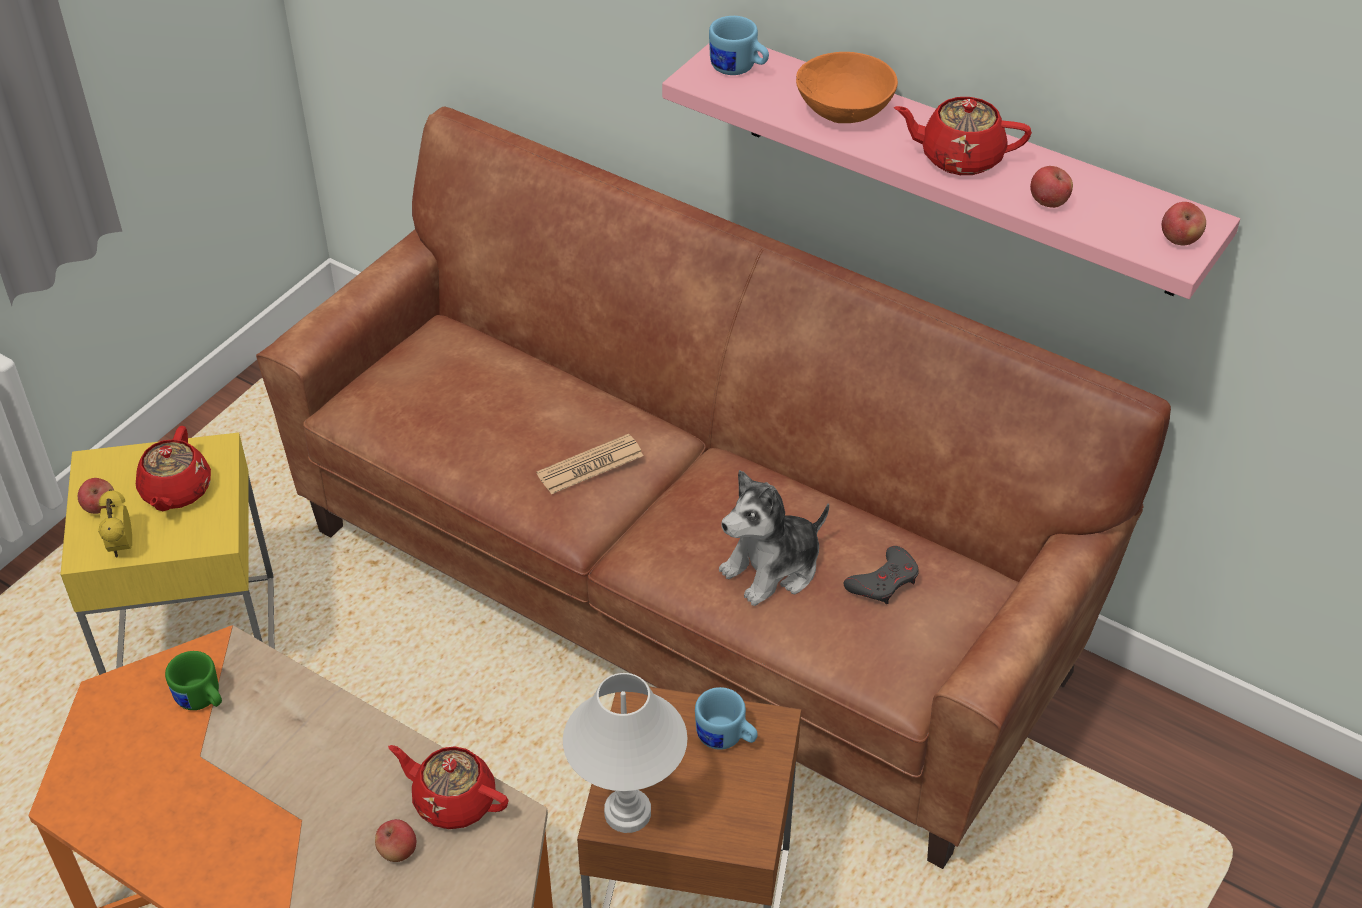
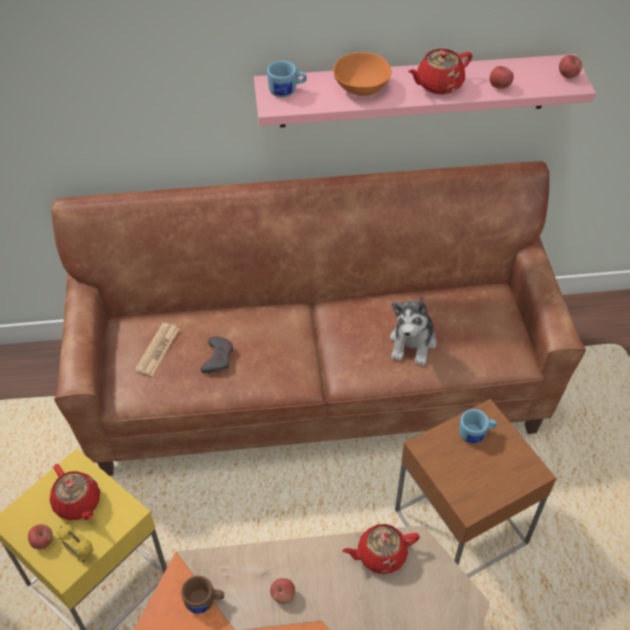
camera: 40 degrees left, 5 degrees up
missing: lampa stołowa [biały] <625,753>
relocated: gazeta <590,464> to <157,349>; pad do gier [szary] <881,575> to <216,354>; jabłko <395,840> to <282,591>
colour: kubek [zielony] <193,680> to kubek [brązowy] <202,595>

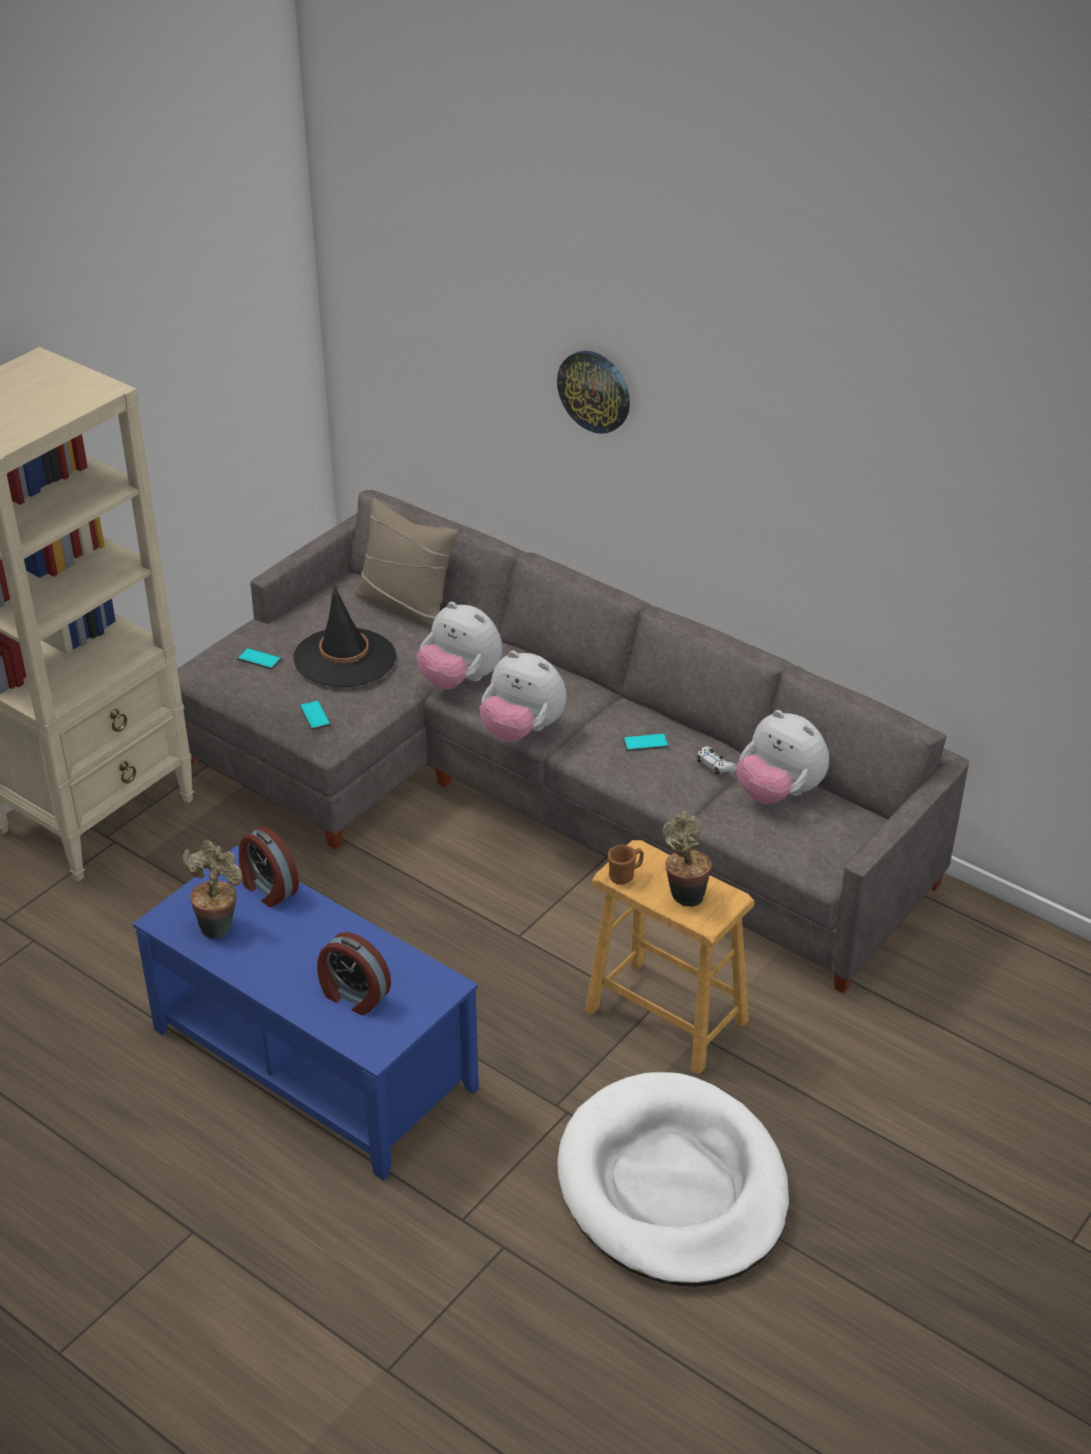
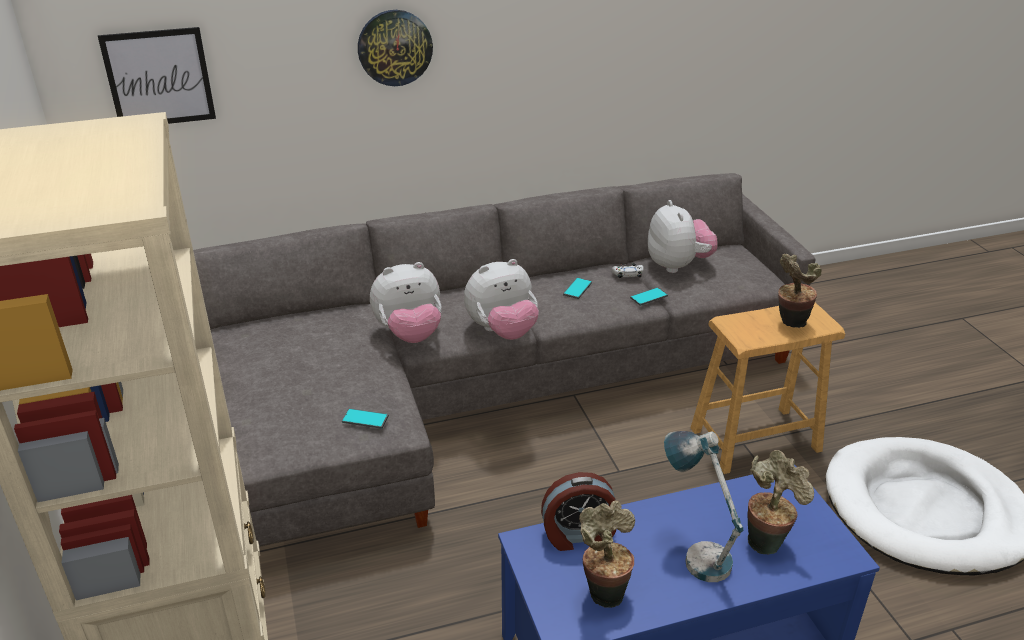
camera: 55 degrees left, 5 degrees down
missing: kapelusz [czarny] <344,635>; poduszka [beżowy] <406,562>; kubek [brązowy] <626,865>
appeared: obraz <157,75>; lampa stołowa <704,506>
relocated: telefon <259,659> to <649,296>
exchanged: budzik <354,973> to roślina doniczkowa <780,502>
spun: pluszak <783,757> = <683,236> 90 degrees counterclockwise

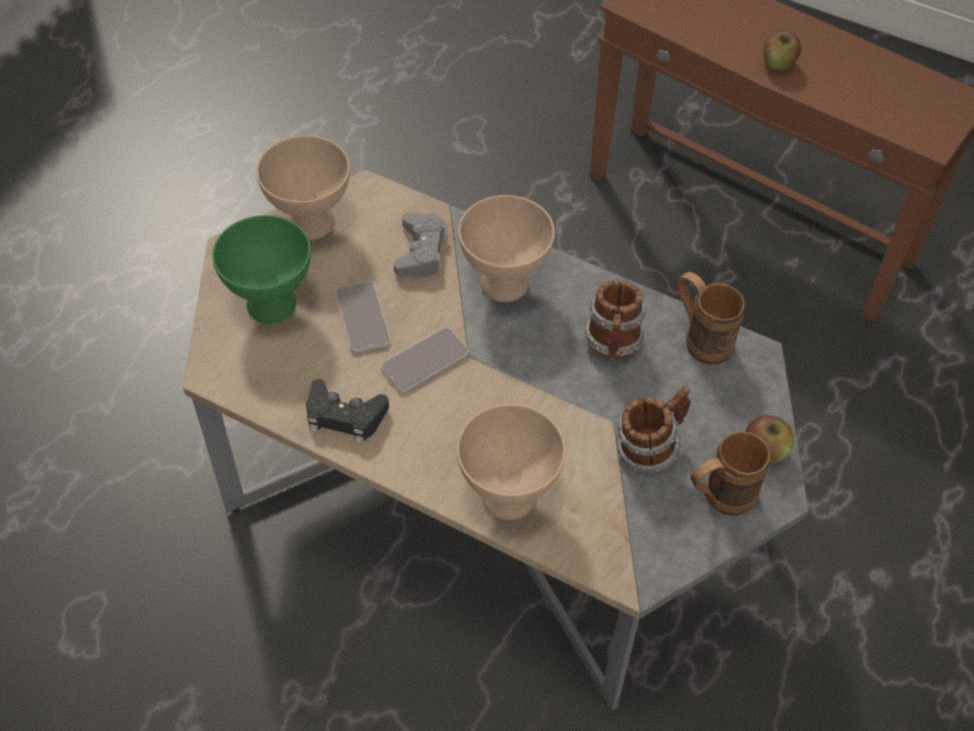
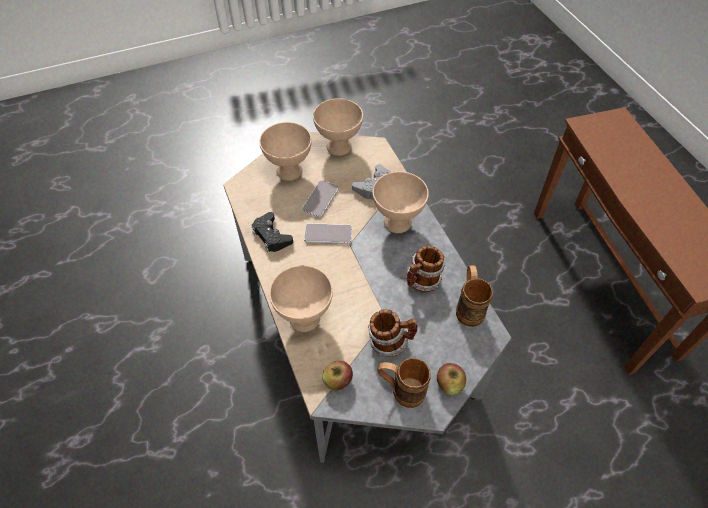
camera: 40 degrees right, 0 degrees up
relocated: jabłko <782,50> to <337,375>
colour: miska [zielony] <261,269> to miska [beżowy] <285,151>

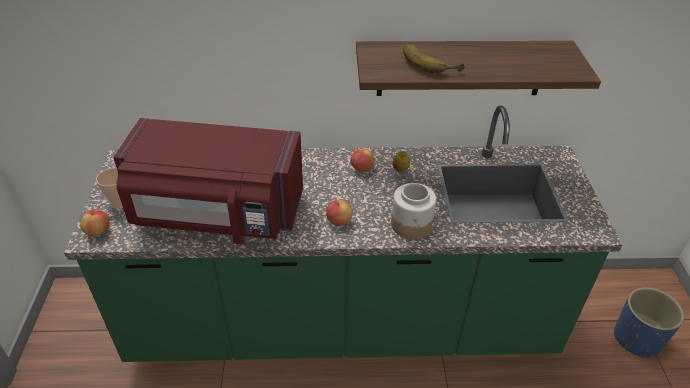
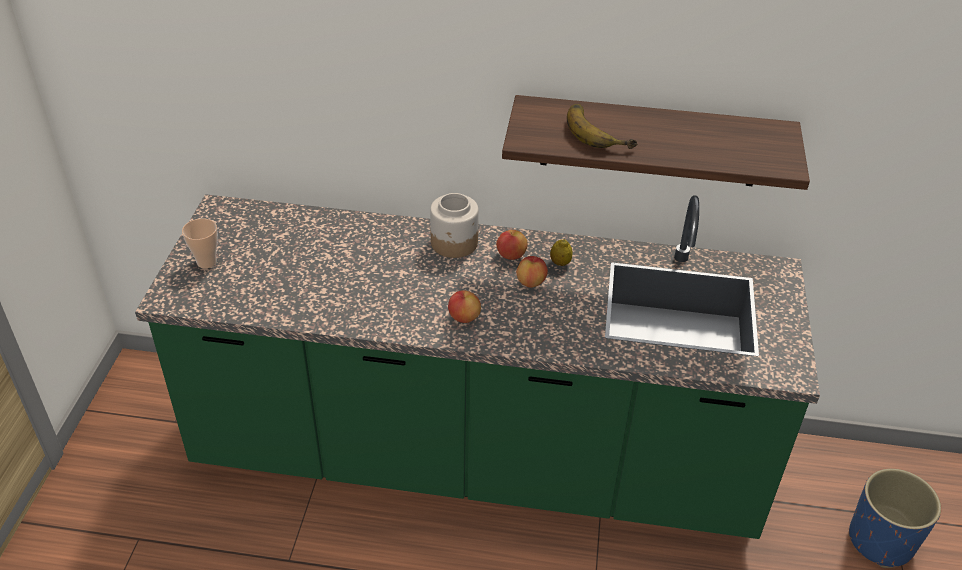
camera: 10 degrees right, 0 degrees up
missing: mikrofalówka [czerwony] <208,181>
relocated: słoik <413,211> to <454,225>; jabłko <95,223> to <532,272>

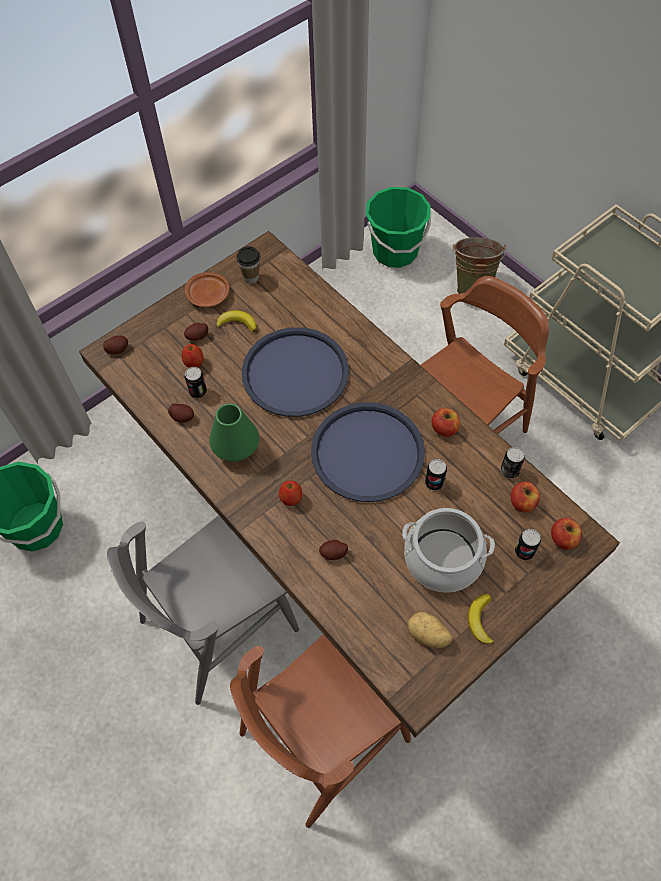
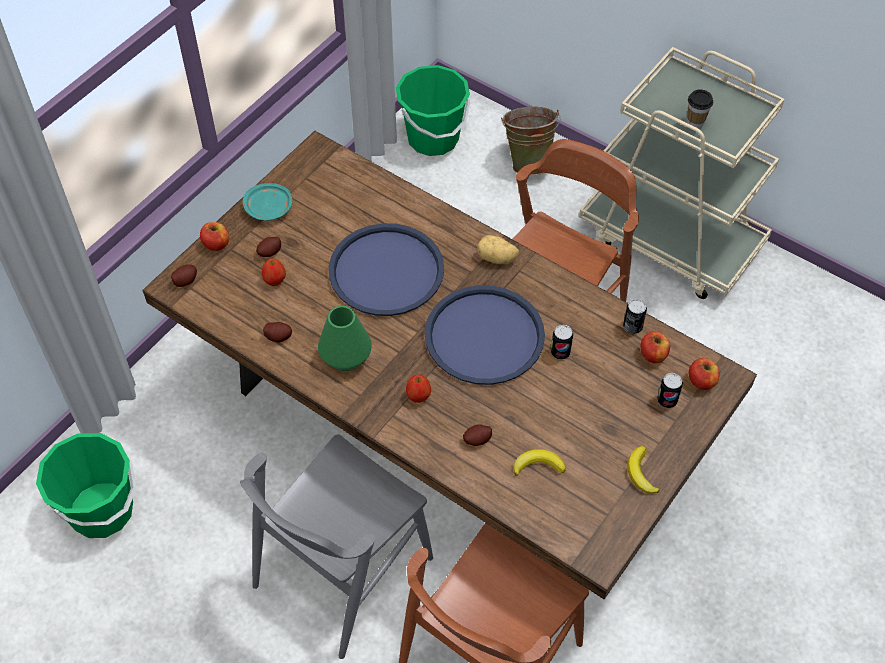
camera: 15 degrees left, 5 degrees down
missing: puszka <196,382>; garnek <448,550>
relocated: jabłko <446,422> to <214,236>; ziemniak <429,630> to <498,249>; banan <236,321> to <540,462>; filiżanka <248,265> to <700,109>
colour: talerz [brązowy] <207,289> to talerz [turkusowy] <267,202>

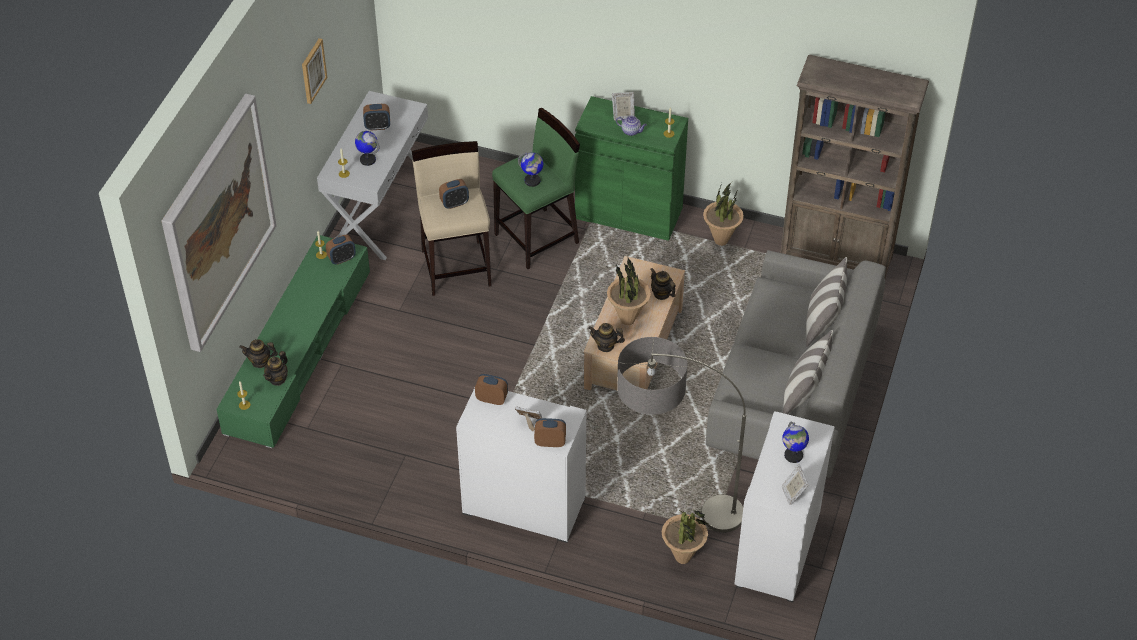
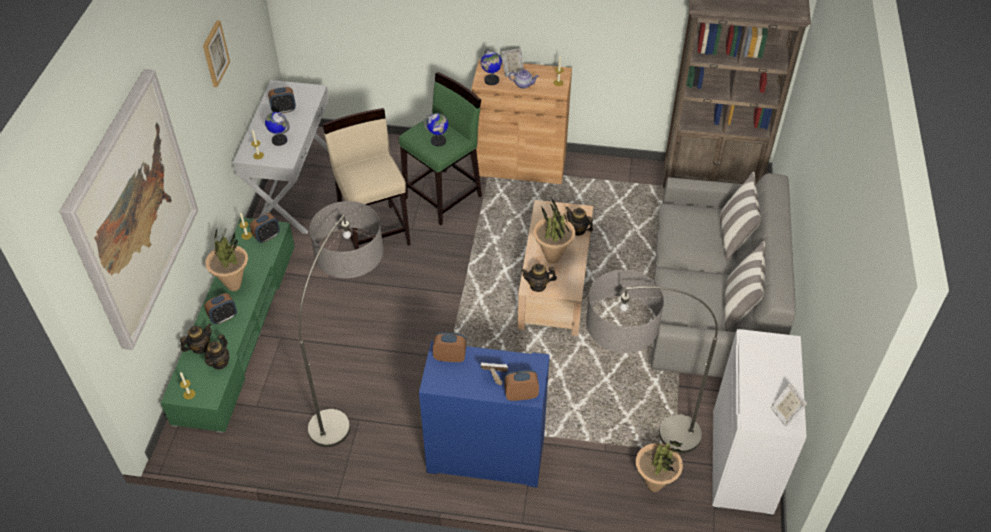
camera: 10 degrees left, 0 degrees up
appeared: lampa stojąca <341,324>
relocated: budzik <454,194> to <220,308>; roślina doniczkowa <723,214> to <226,259>; globus <795,442> to <491,67>
colour: szafka [biały] <521,465> to szafka [niebieski] <484,413>; szafka [zielony] <631,168> to szafka [brązowy] <521,121>
spun: imbryk <258,353> = <196,338> 150 degrees clockwise

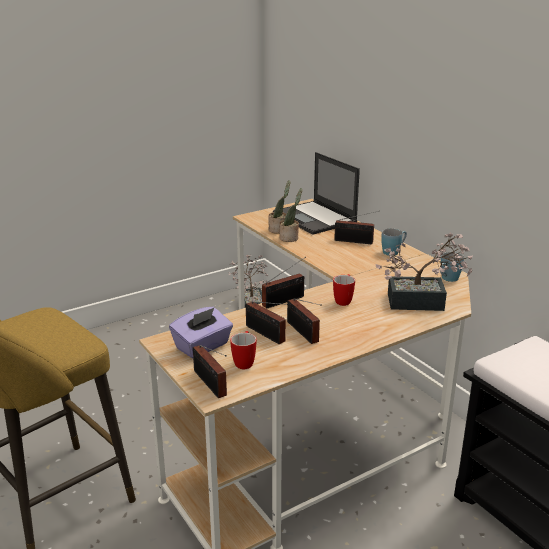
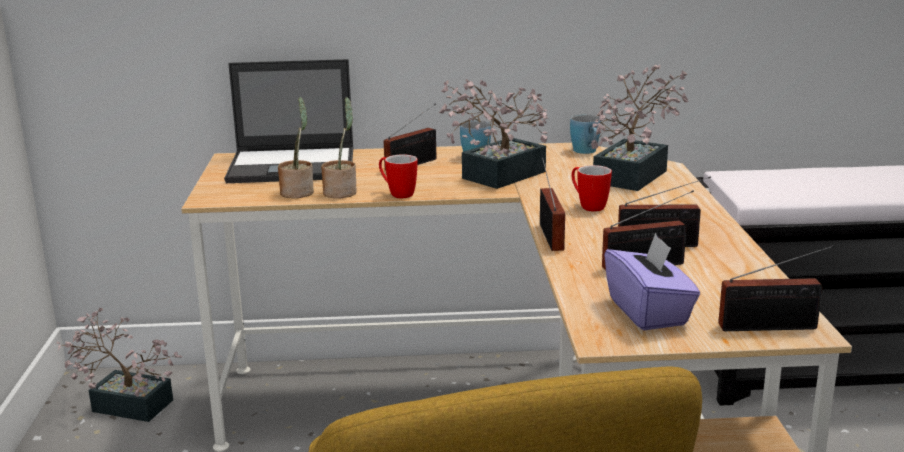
camera: 60 degrees left, 5 degrees down
appeared: roślina doniczkowa <493,134>
relocated: kubek <243,350> to <398,176>

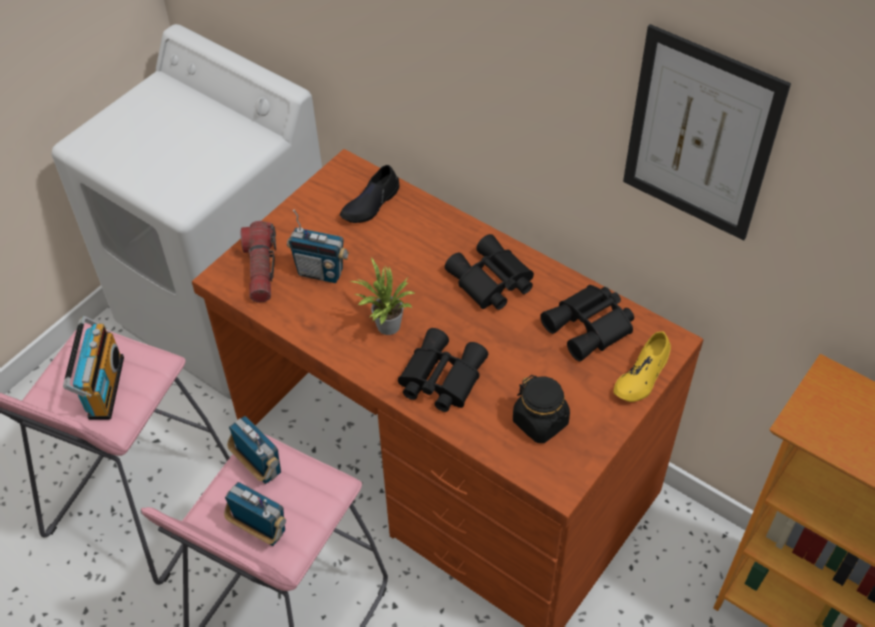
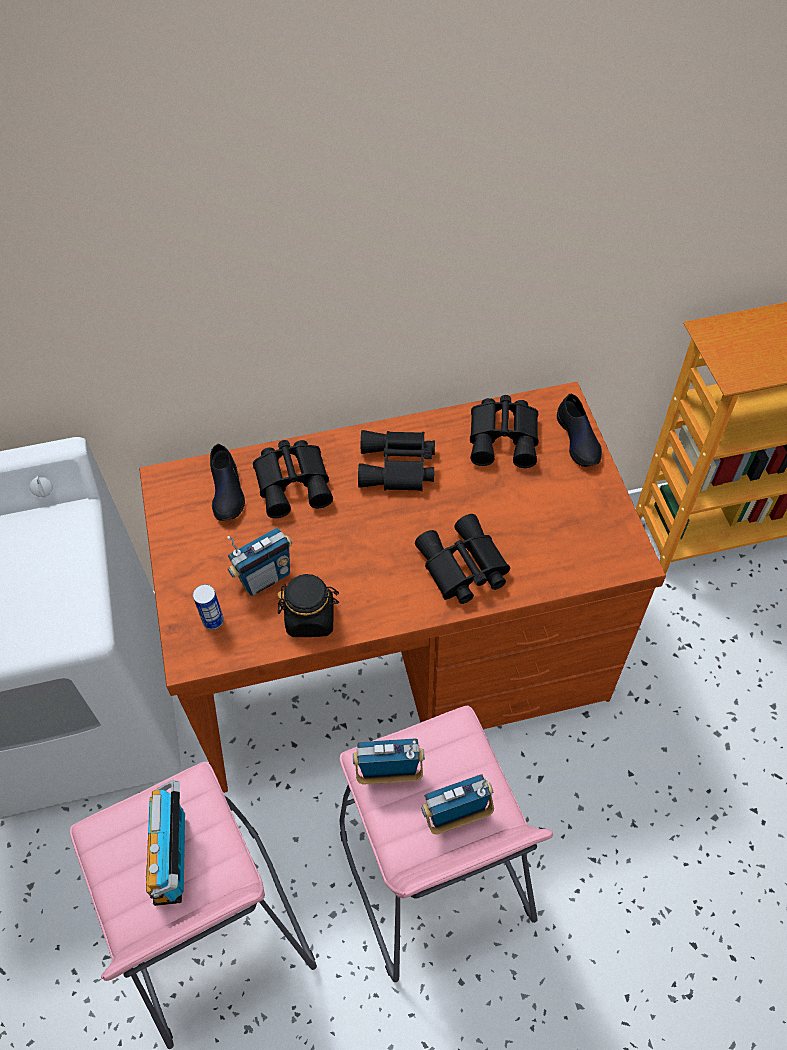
camera: 50 degrees left, 5 degrees up
missing: roślina doniczkowa <382,296>; obraz <707,132>
appeared: lornetka [czarny] <293,479>
relocated: słoik [czarny] <541,409> to <308,605>
exchanged: latarka <258,262> to puszka <208,607>
colour: but [żółty] <642,366> to but [czarny] <579,430>
spun: radio <93,368> = <165,843> 135 degrees counterclockwise

